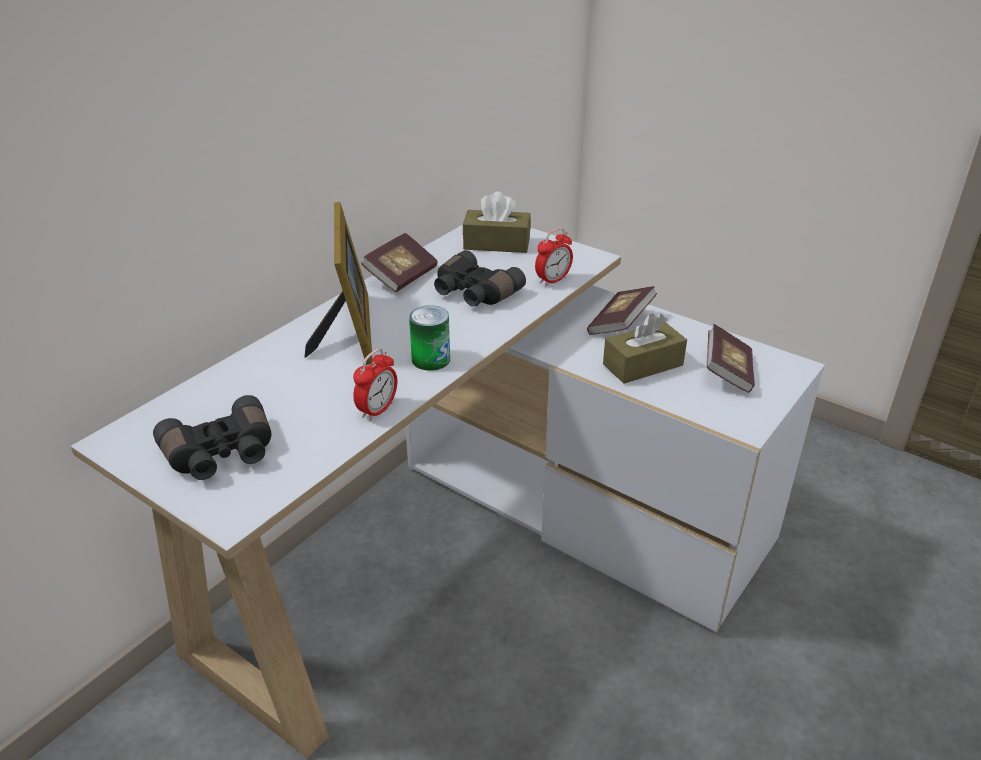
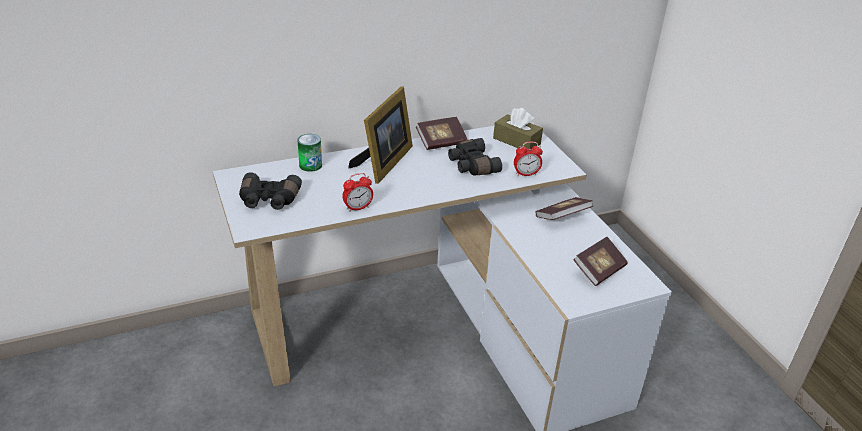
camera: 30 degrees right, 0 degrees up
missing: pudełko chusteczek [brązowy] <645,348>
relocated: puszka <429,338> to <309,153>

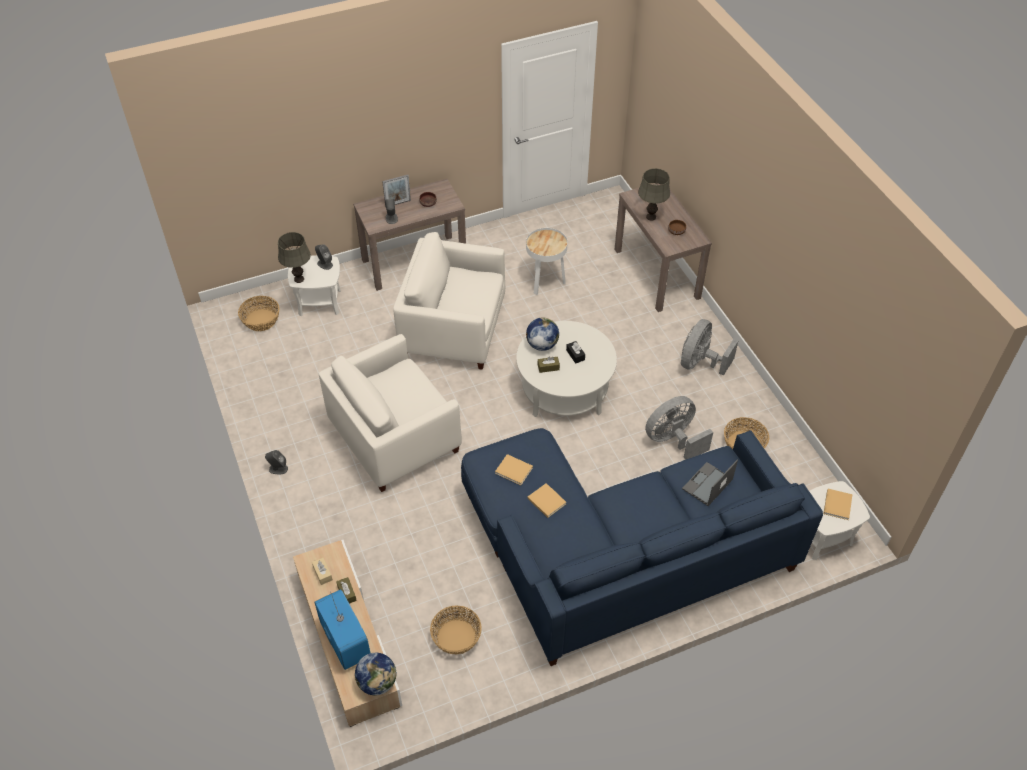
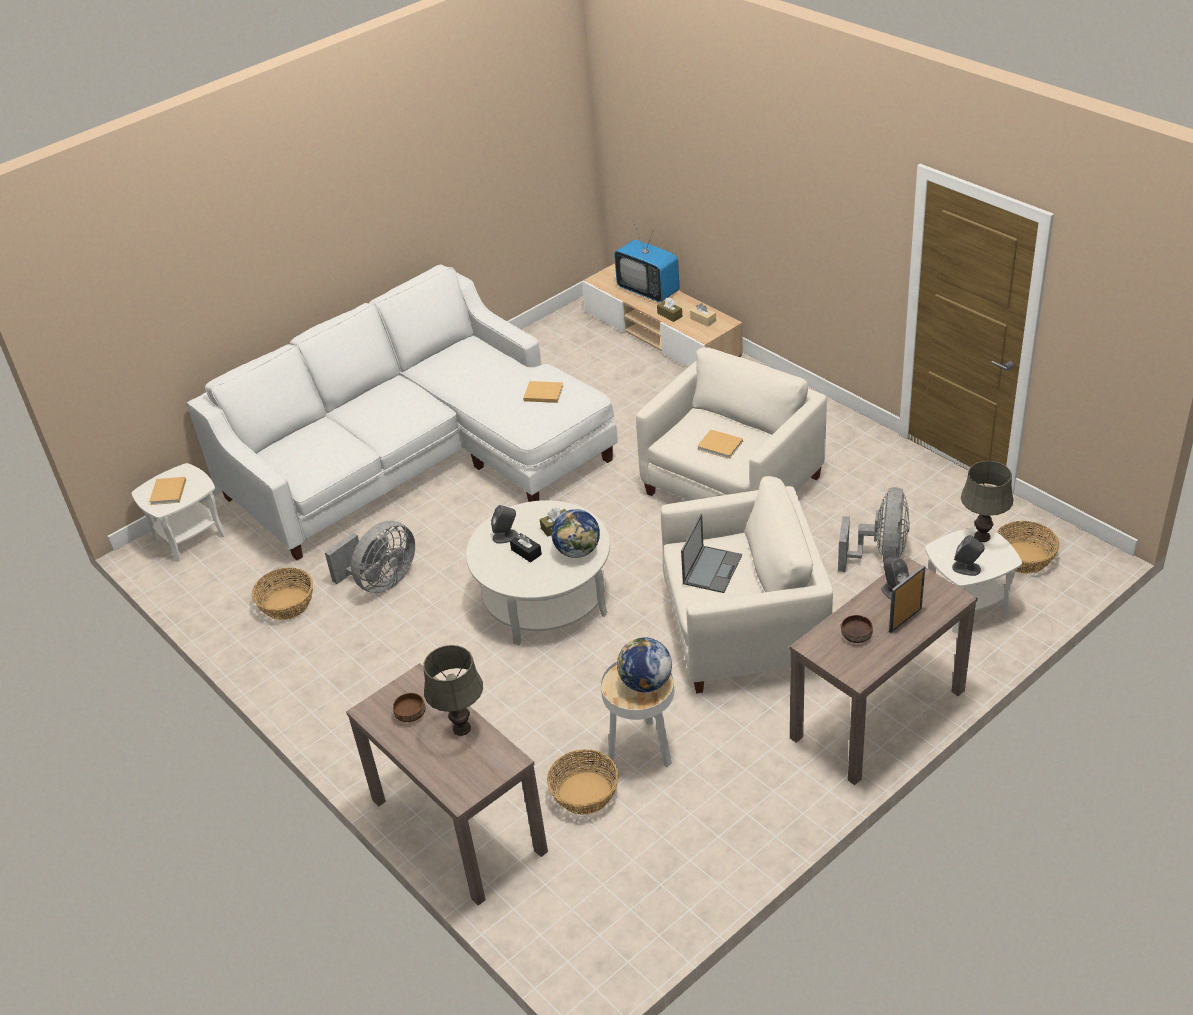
camera: 165 degrees right, 10 degrees down
relocated: głośnik [szary] <276,462> to <504,524>; koszyk <456,630> to <583,782>; globus <375,674> to <644,664>; laptop <710,483> to <711,553>; książka [beżowy] <547,500> to <720,444>; wentylator [szary] <710,347> to <874,529>
colour: kanapa [niebieski] <642,547> to kanapa [biały] <402,412>

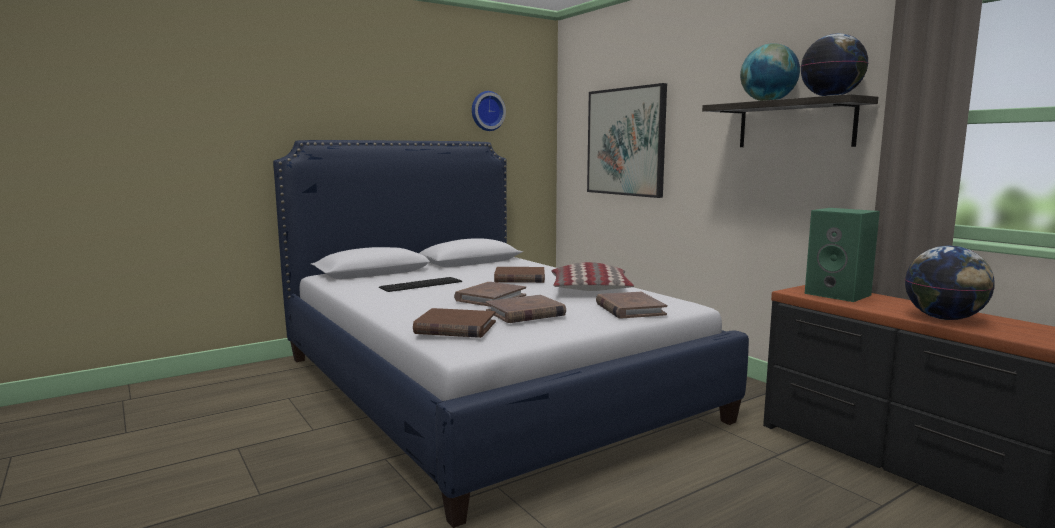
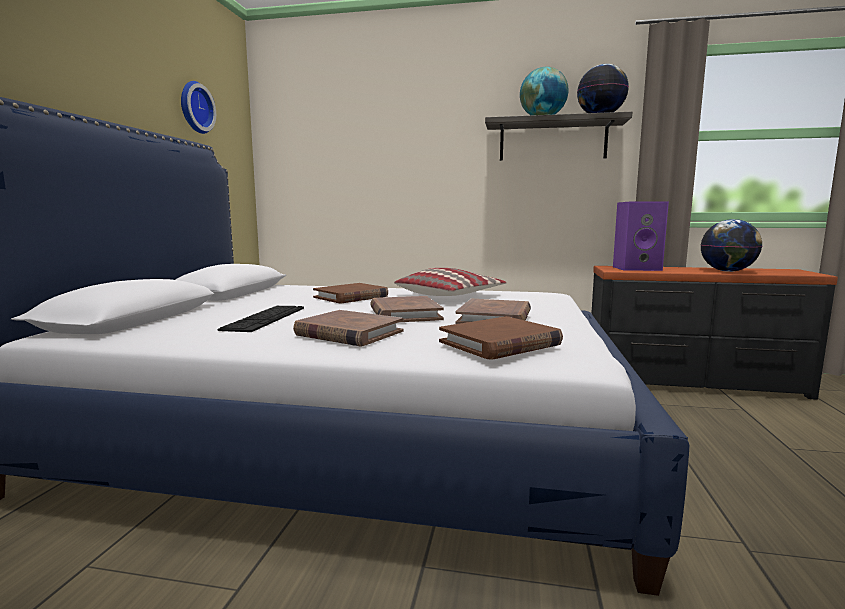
camera: 45 degrees left, 0 degrees up
missing: obraz <627,140>
relocated: książka [brązowy] <631,305> to <348,328>
colour: głośnik [zielony] <842,255> to głośnik [fioletowy] <641,236>

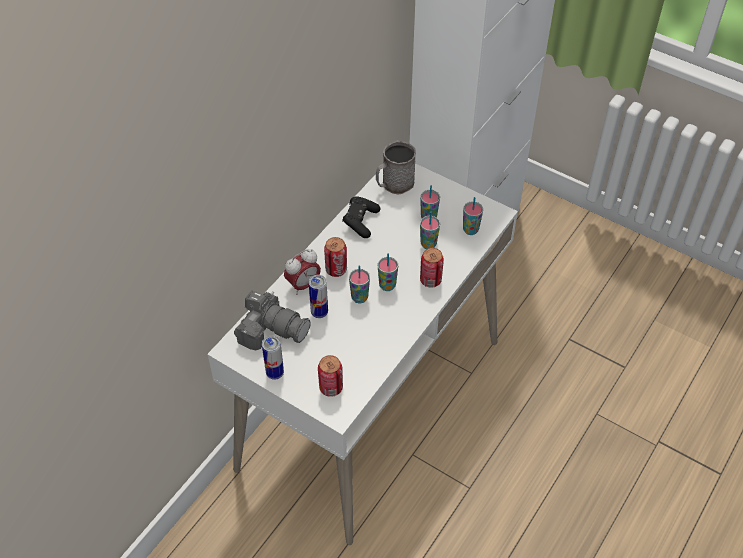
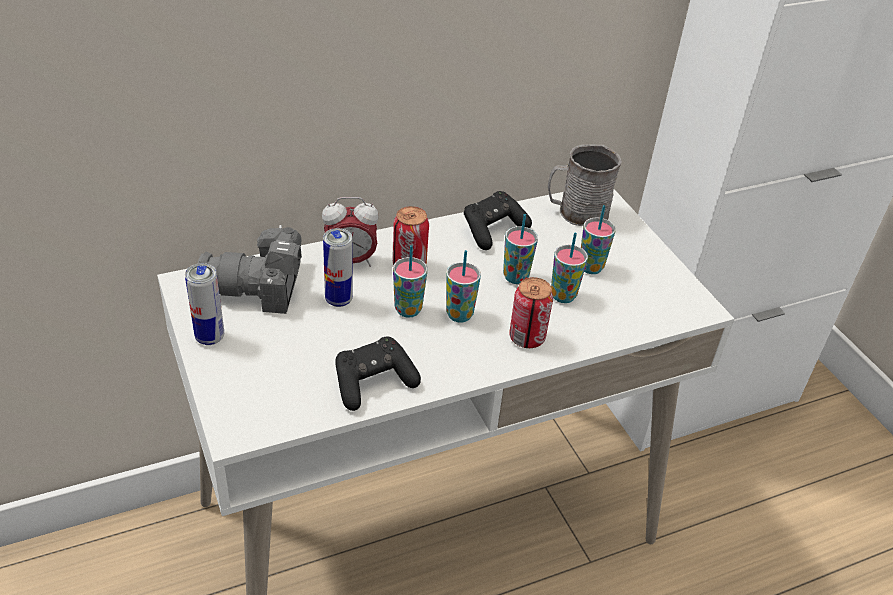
camera: 30 degrees right, 10 degrees down
missing: puszka <330,376>
appeared: pad do gier [czarny] <378,373>
relocated: filiżanka <473,216> to <520,249>
spun: aparat fotograficzny <272,320> = <250,269> 120 degrees clockwise

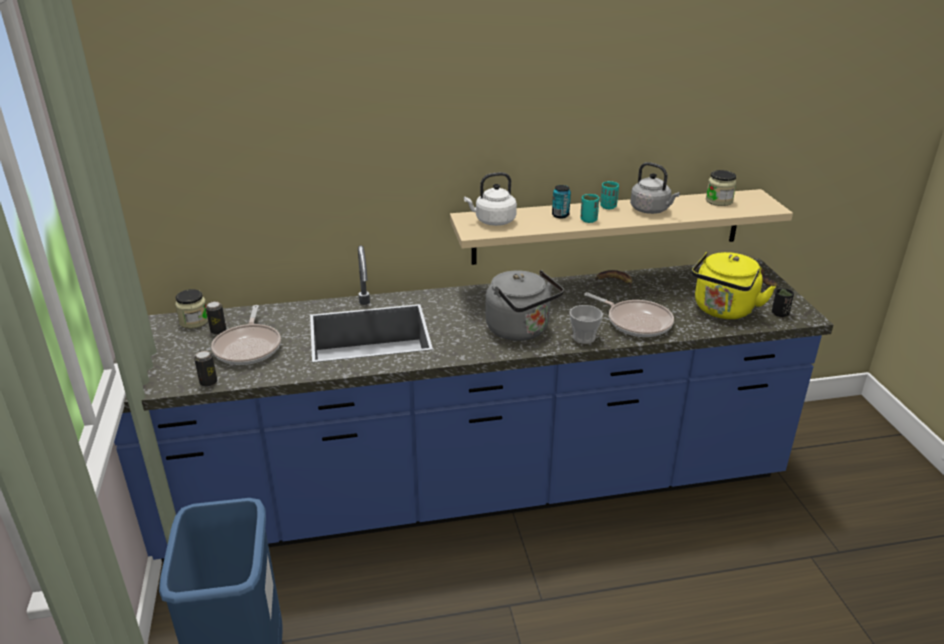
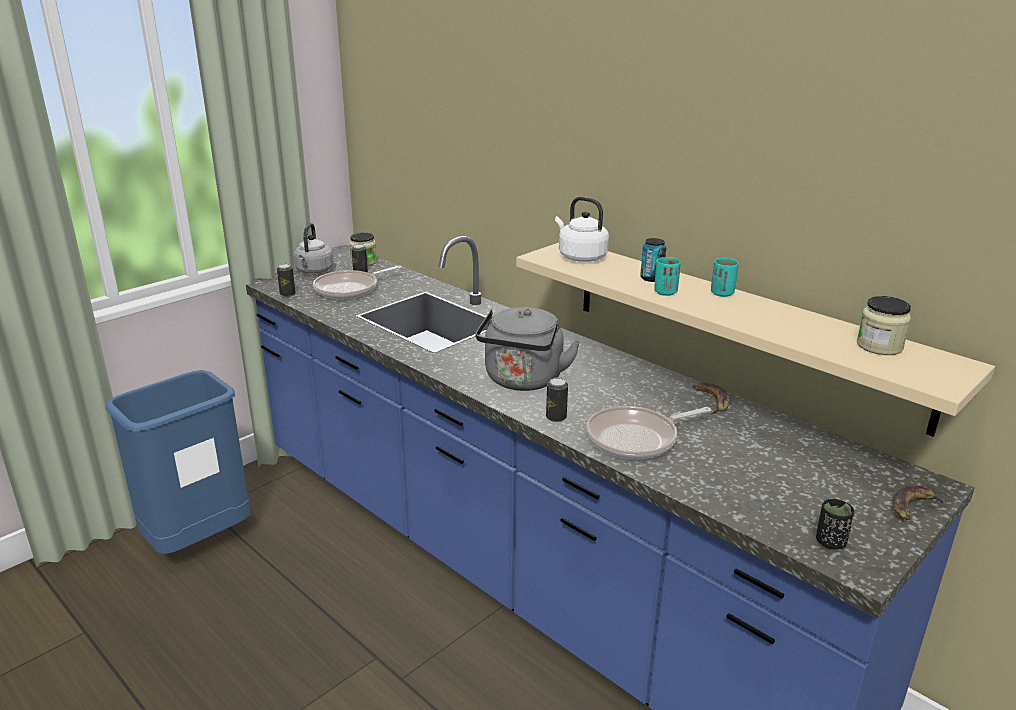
camera: 55 degrees right, 5 degrees down
missing: czajnik [żółty] <733,285>
relocated: czajnik [szary] <655,188> to <313,248>
exchanged: filiżanka <586,324> to puszka <557,400>
spun: patelnia <629,314> = <648,432> 60 degrees clockwise

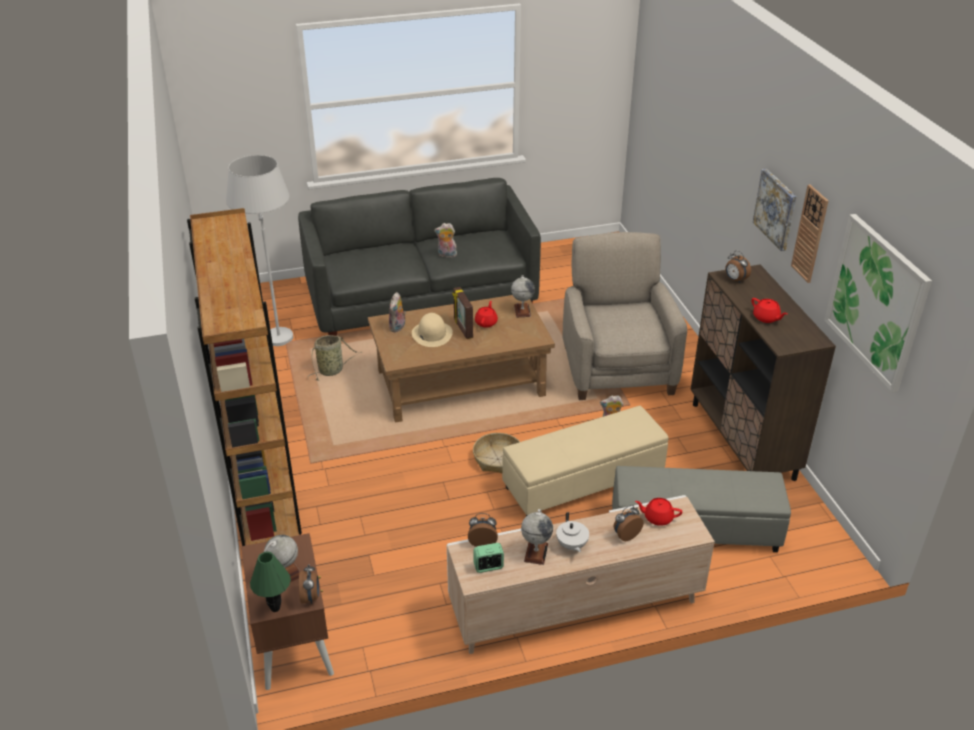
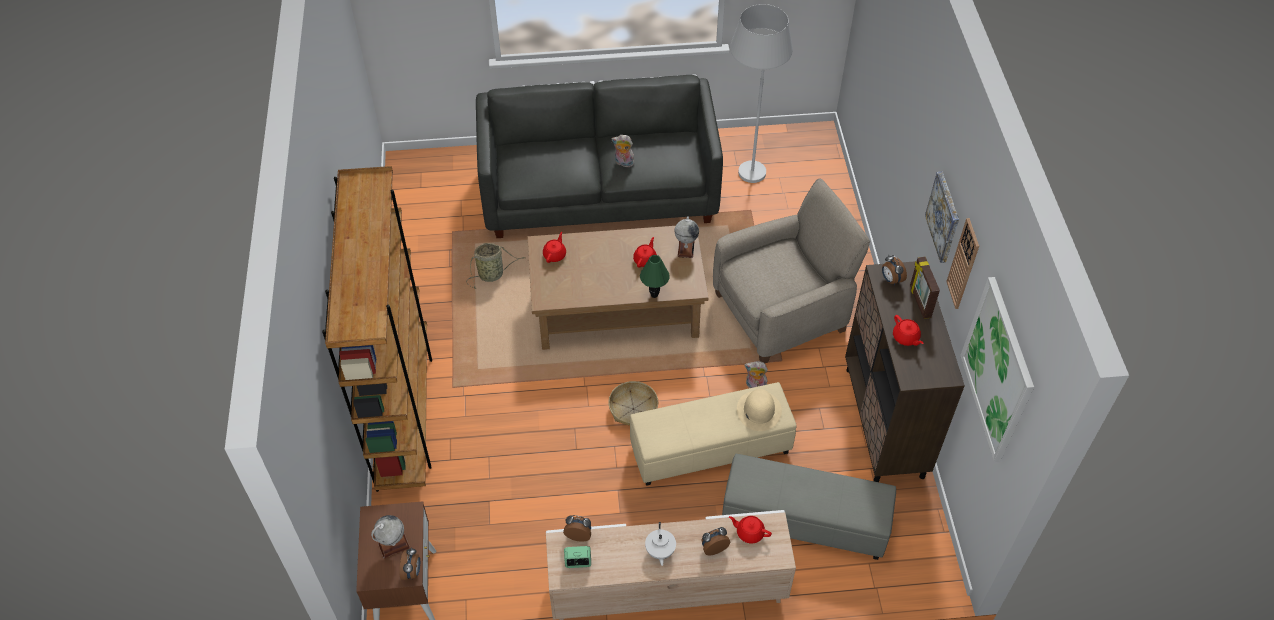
camera: 10 degrees right, 15 degrees up
missing: globus <537,537>
relocated: lampa stołowa [zielony] <270,582> to <655,276>; lampa stojąca [biały] <259,250> to <761,93>; kapelusz [beżowy] <432,330> to <759,410>; ramka na zdjęcie <462,313> to <925,288>
exchanged: pluszak <397,312> to imbryk [czerwony] <554,247>
spun: fotel [beżowy] <624,316> = <791,270> 60 degrees clockwise

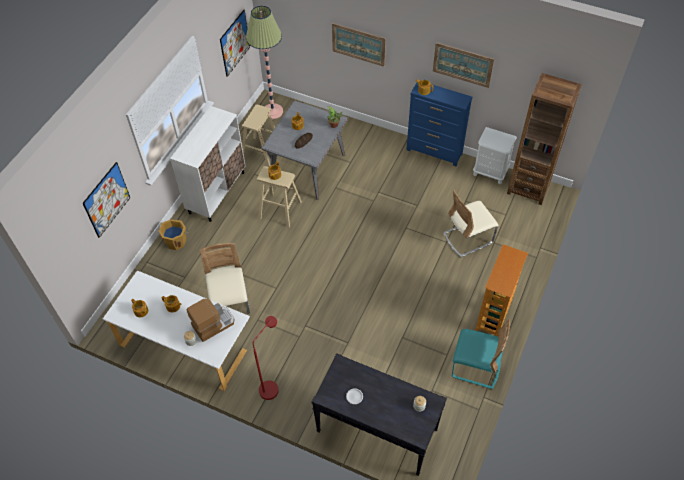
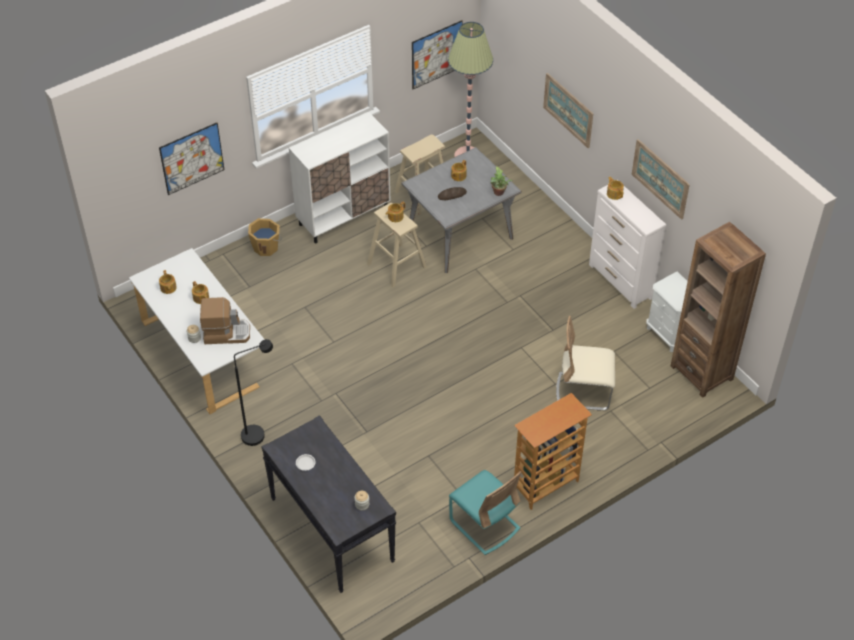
camera: 30 degrees right, 5 degrees down
missing: krzesło [beżowy] <225,278>
colour: lampa stojąca [czerwony] <266,358> to lampa stojąca [czarny] <253,392>; komoda [niebieski] <439,124> to komoda [biały] <627,247>

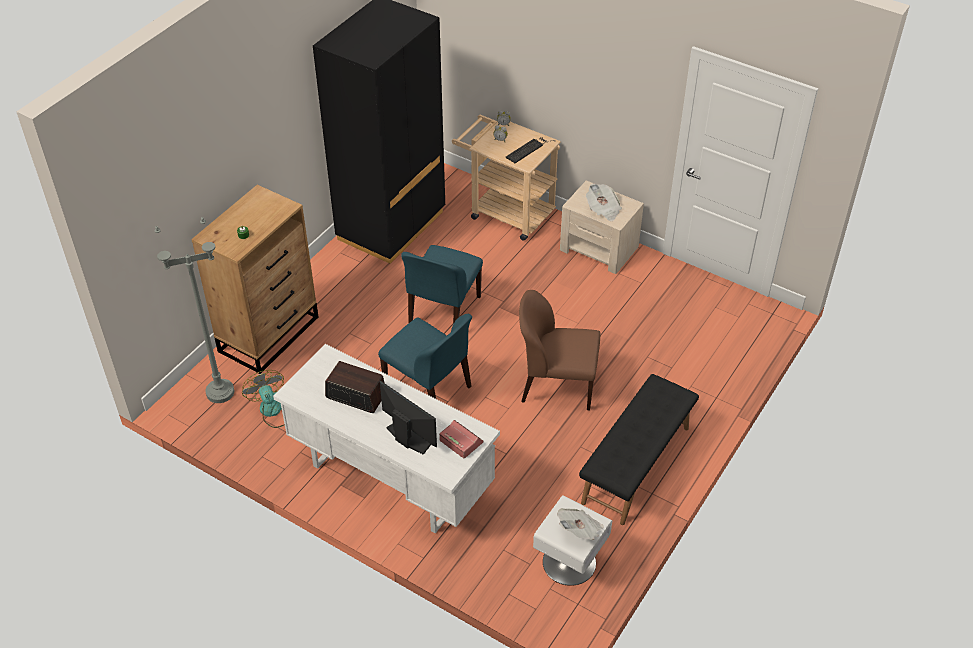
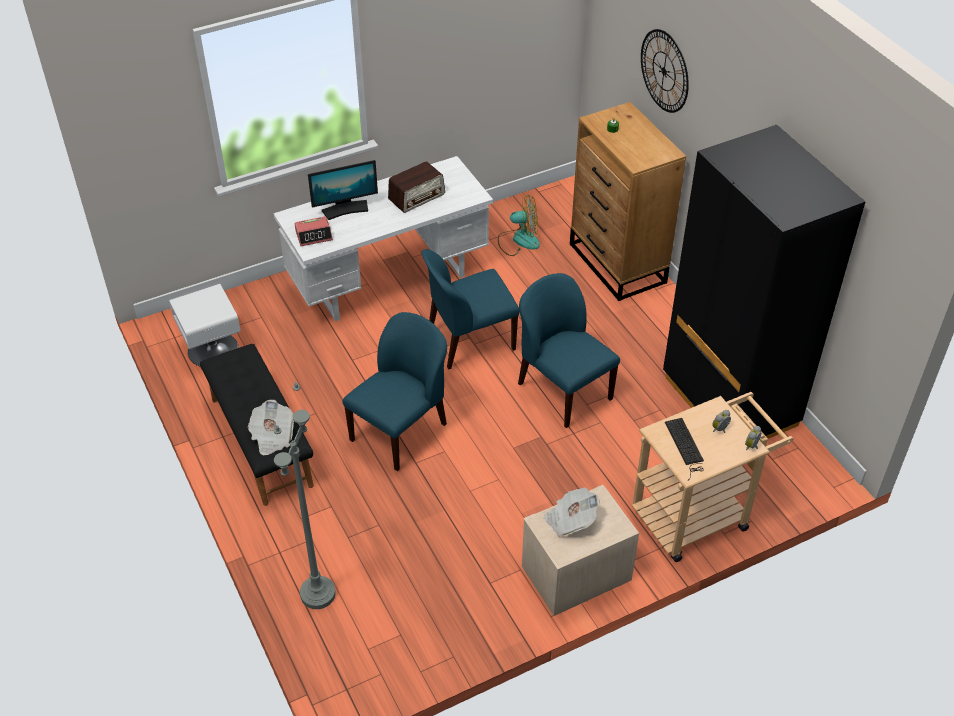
camera: 120 degrees right, 0 degrees up
appeared: zegar ścienny <665,71>
relocated: gazeta <580,524> to <271,427>; lampa stojąca [szary] <194,310> to <305,495>
colour: krzesło [brązowy] <560,350> to krzesło [niebieski] <394,391>

